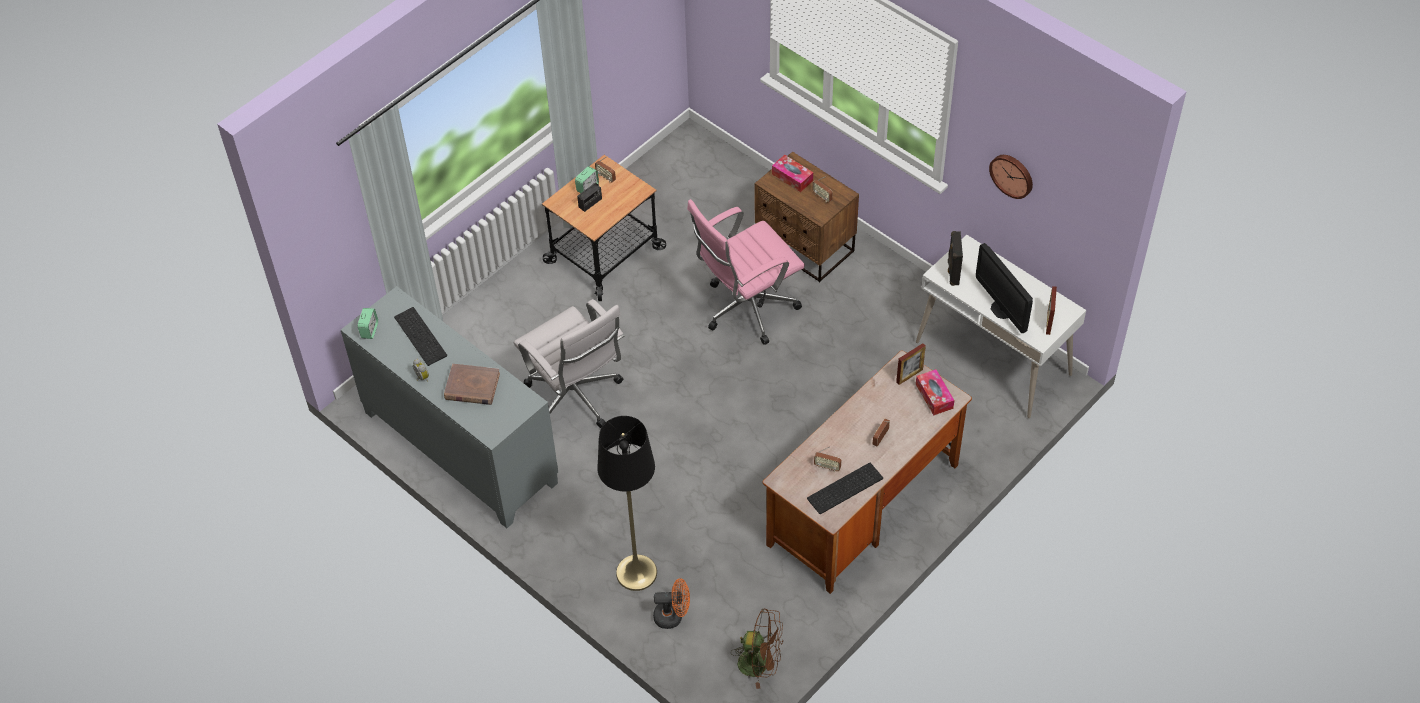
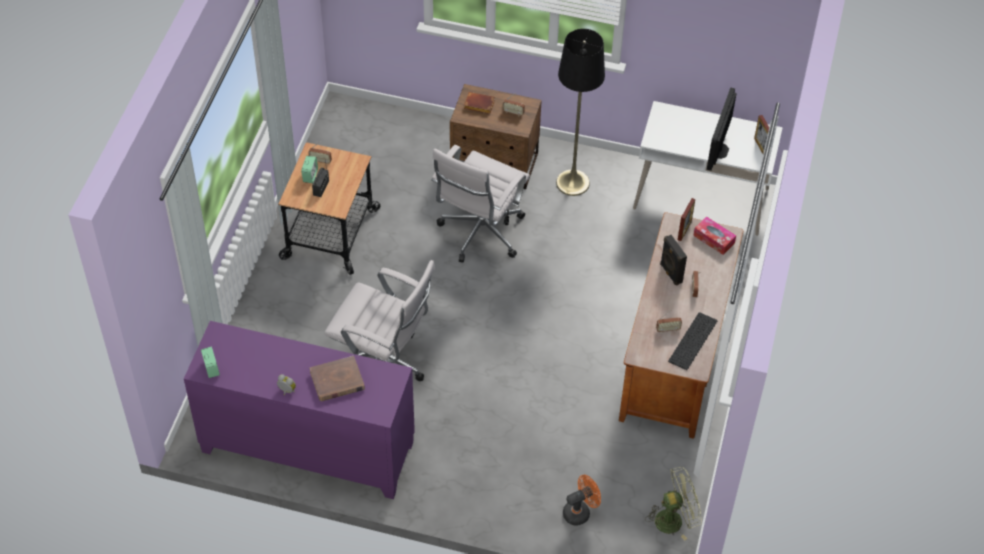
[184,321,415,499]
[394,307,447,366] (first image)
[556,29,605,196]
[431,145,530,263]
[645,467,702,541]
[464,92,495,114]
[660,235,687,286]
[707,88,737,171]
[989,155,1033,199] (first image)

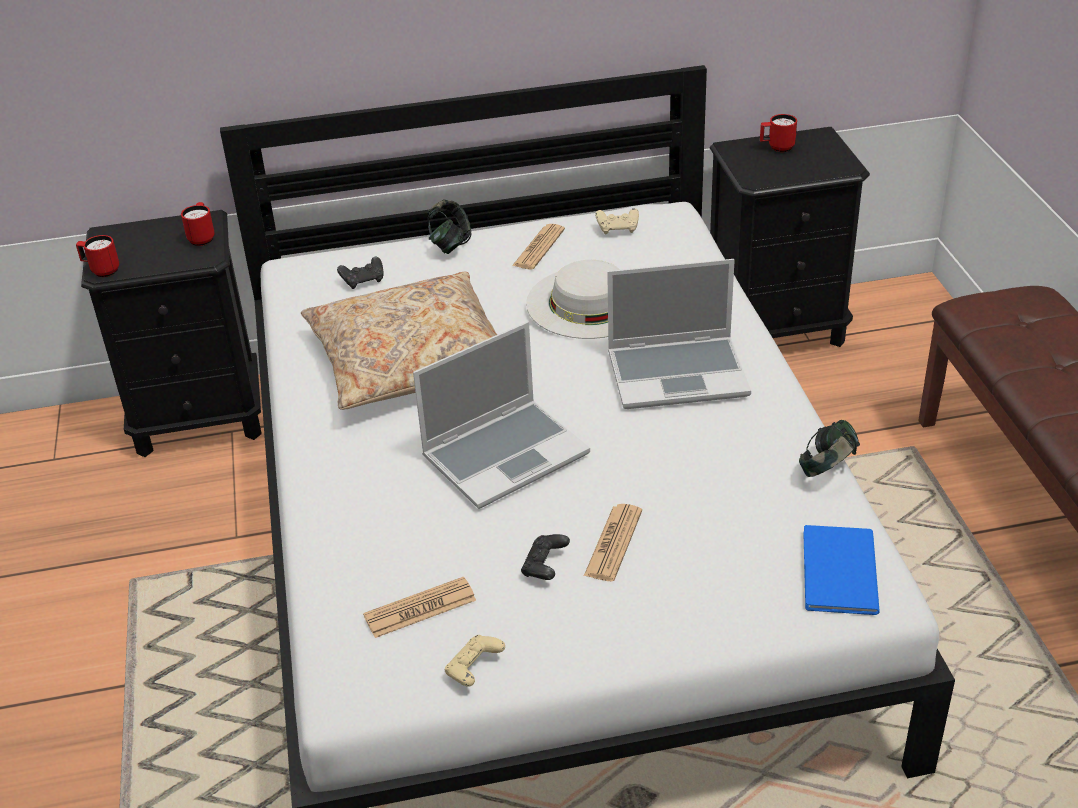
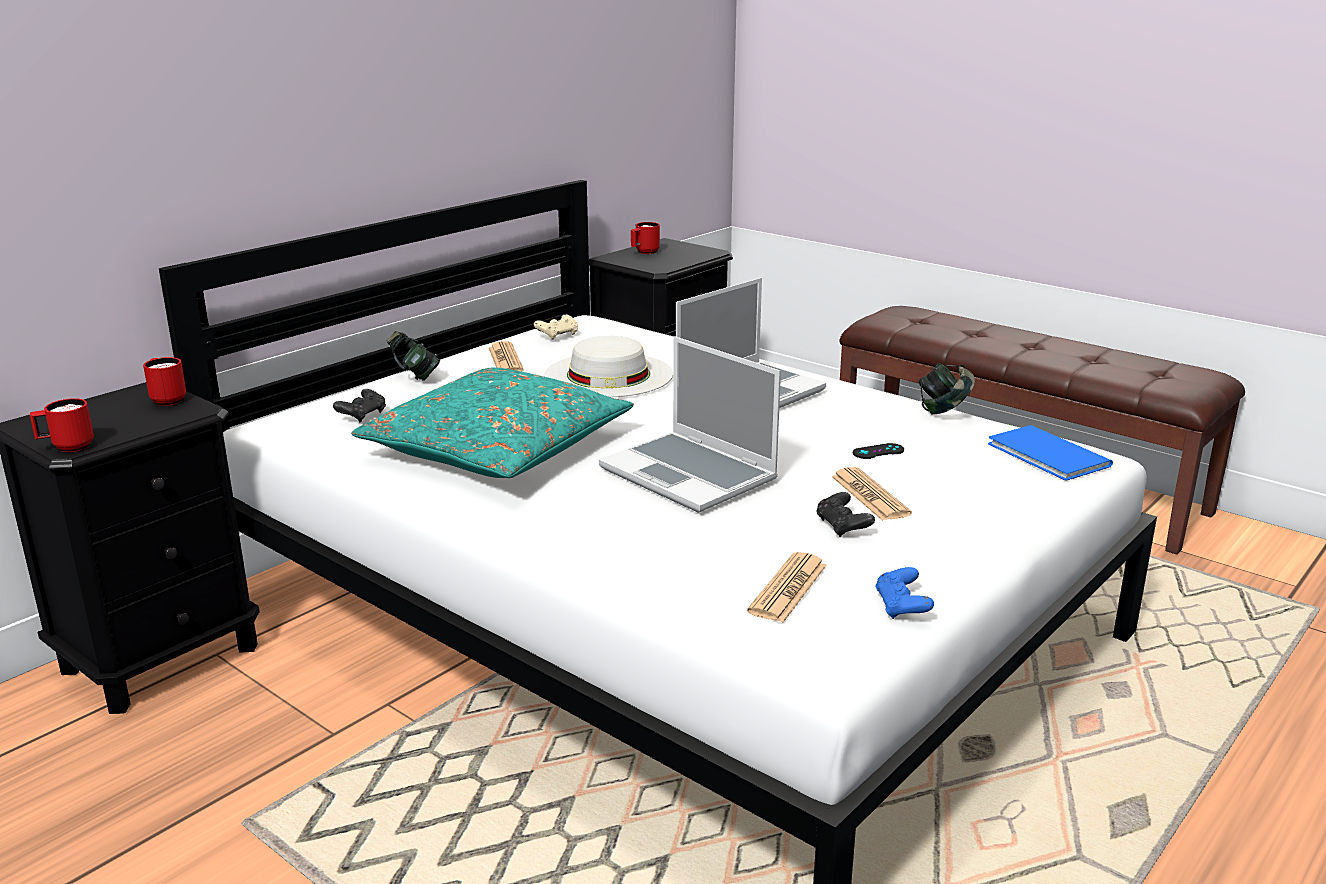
[351,367,634,478]
[599,336,781,513]
[875,567,934,619]
[853,443,904,459]

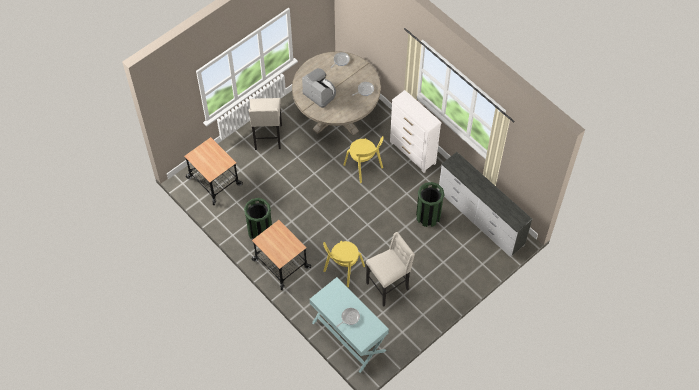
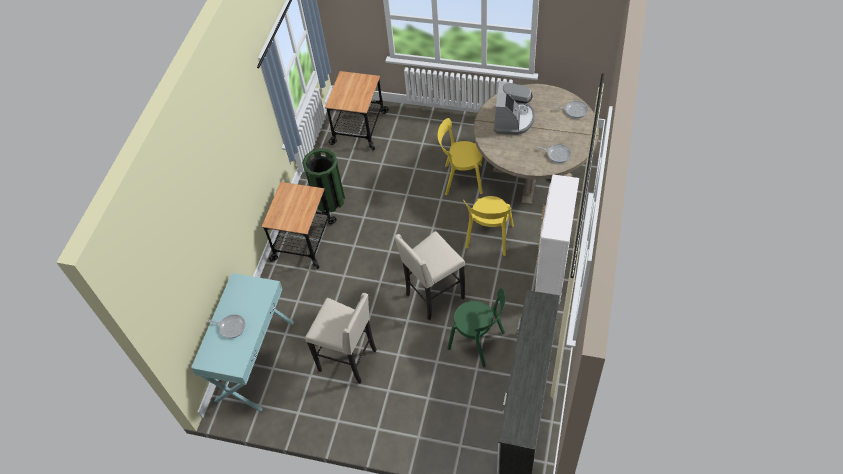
[394,231,465,320]
[438,118,483,195]
[447,288,505,367]

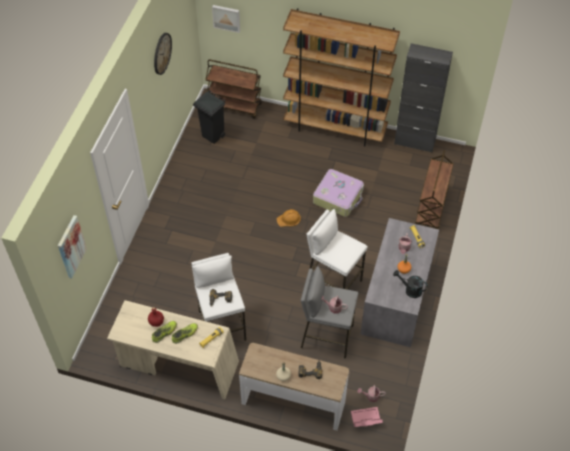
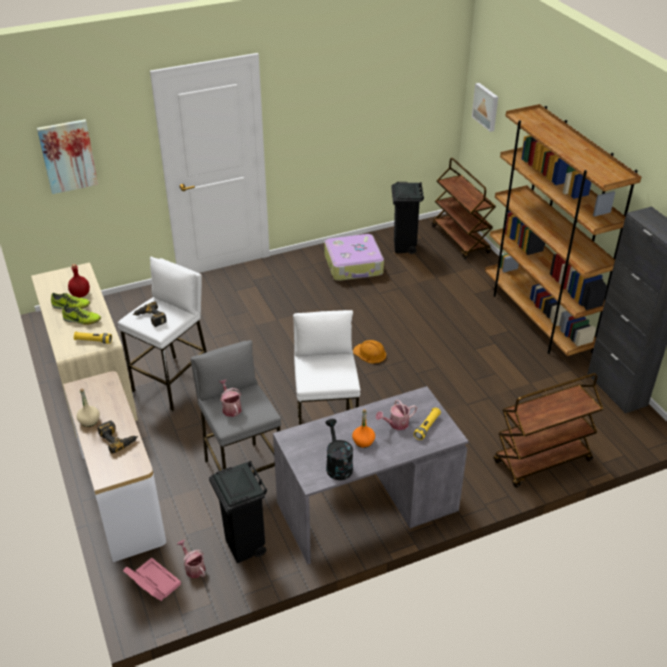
[154,33,172,75] (first image)
[324,234,384,281]
[209,461,267,563]

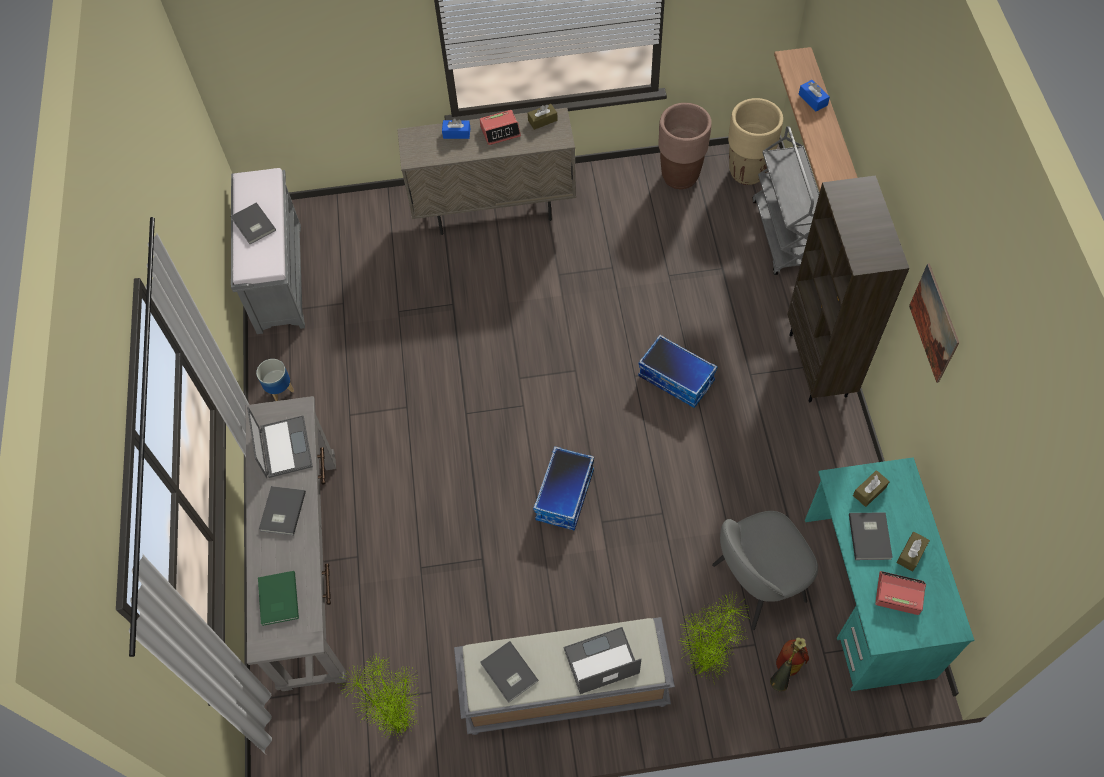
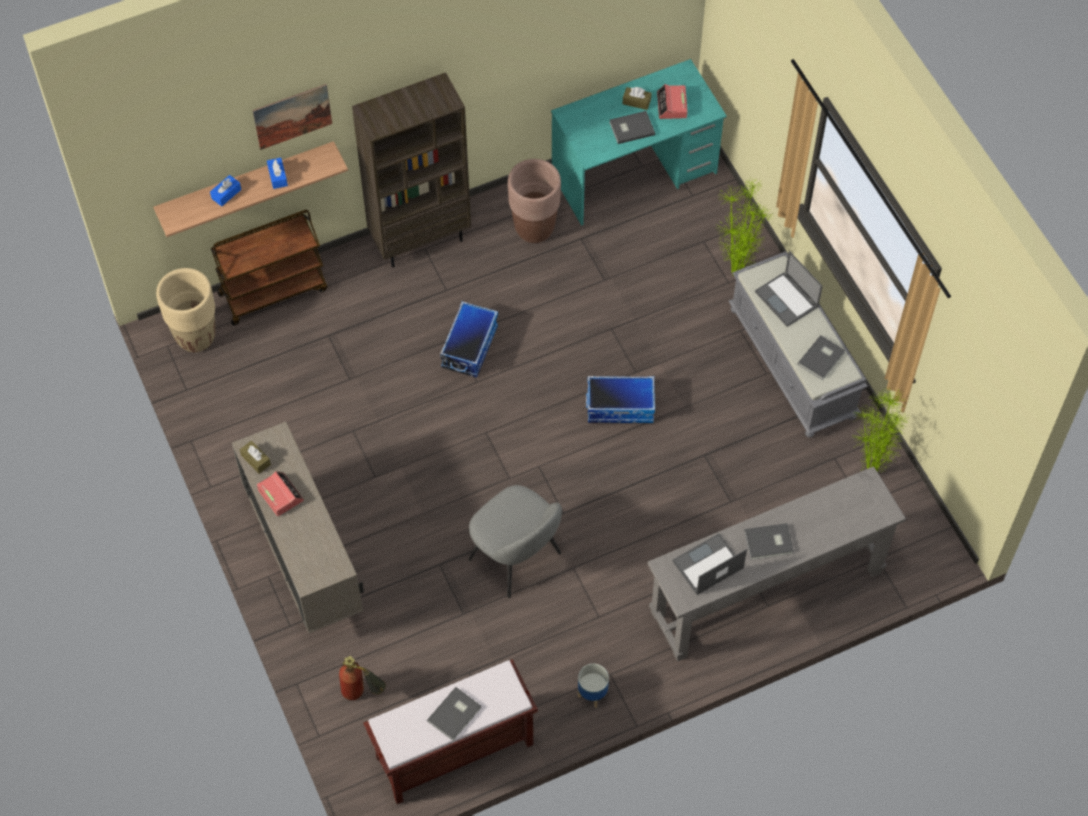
[364,659,538,804]
[258,571,299,626] (first image)
[267,158,288,189]
[508,159,561,243]
[469,485,562,598]
[211,210,328,325]
[339,656,386,700]
[853,470,890,507] (first image)
[252,84,332,150]

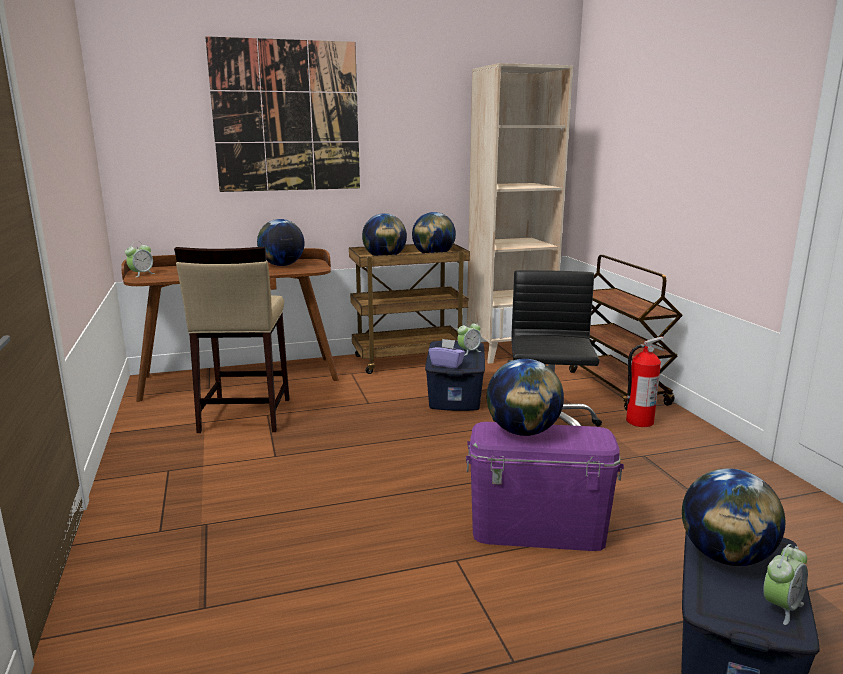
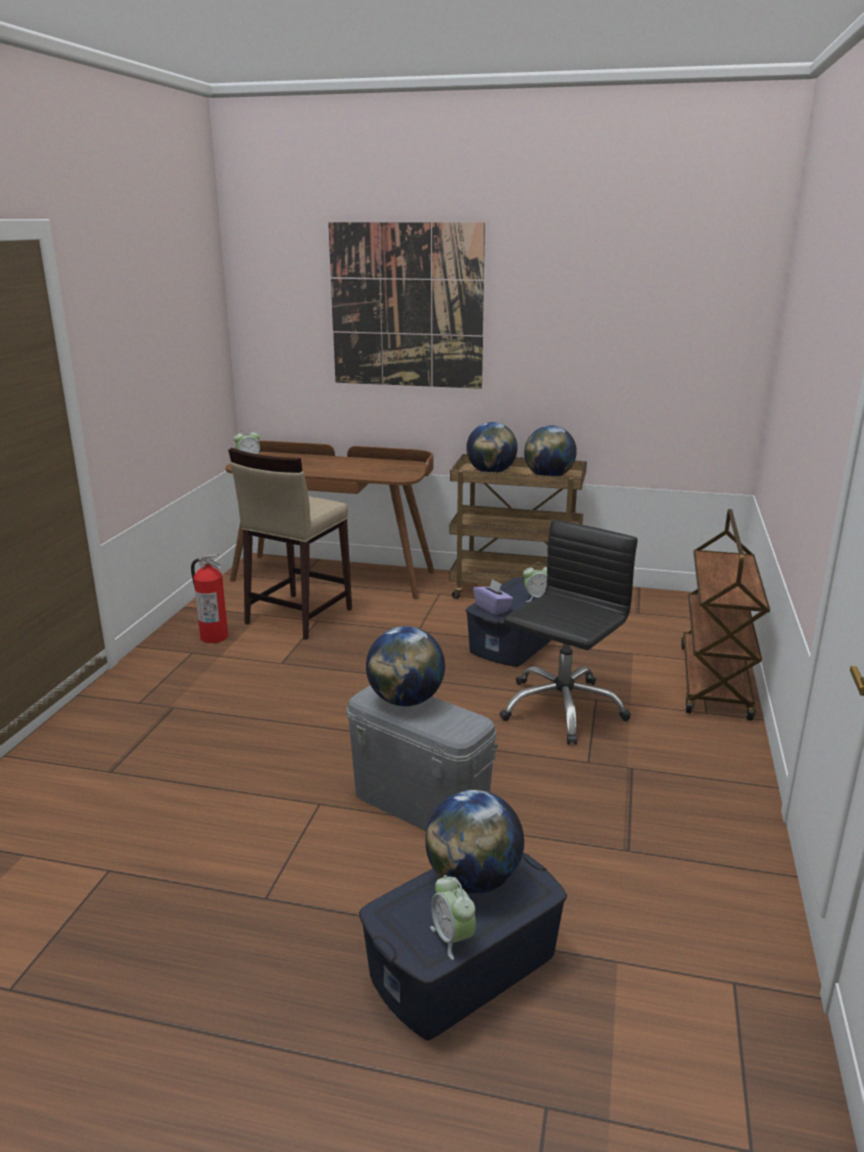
[257,219,304,266] (first image)
[347,685,498,831]
[467,63,573,364] (first image)
[191,554,228,643]
[430,875,476,960]

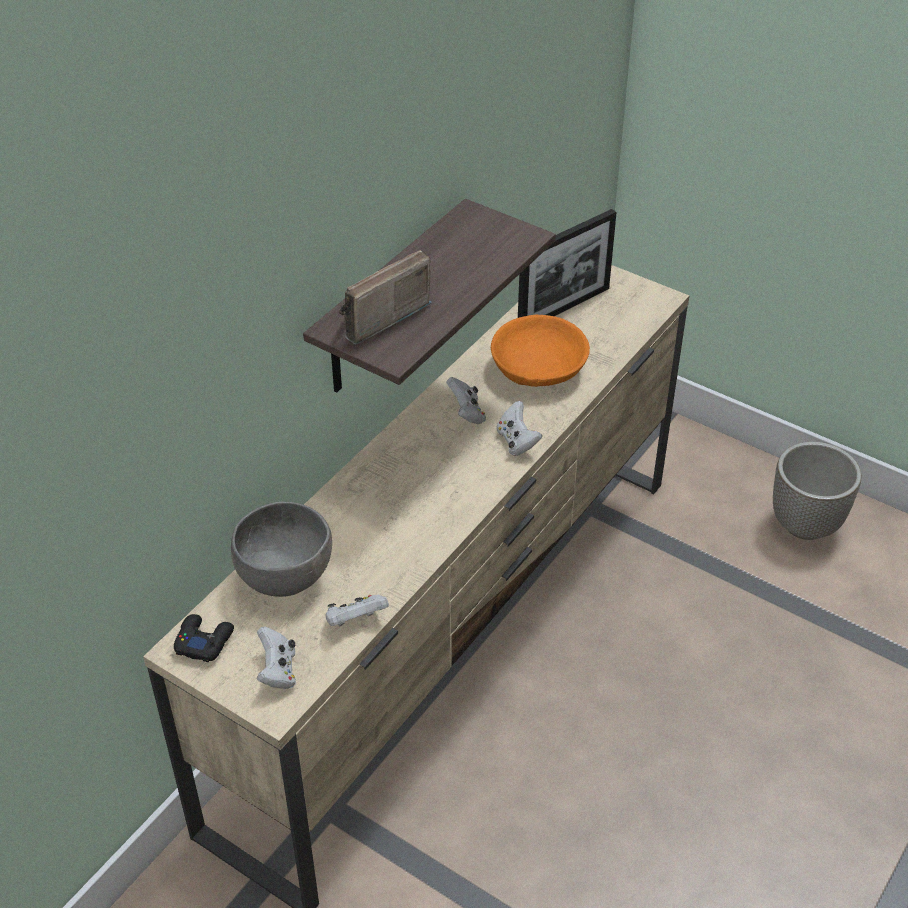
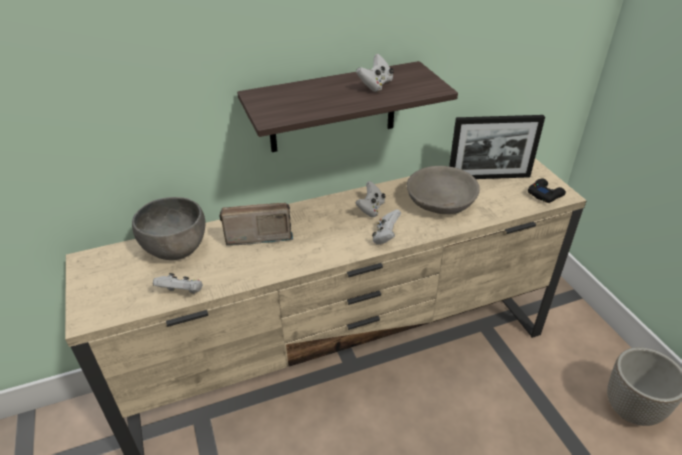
[528,178,566,203]
[356,54,394,92]
[219,203,293,245]
[407,166,480,214]

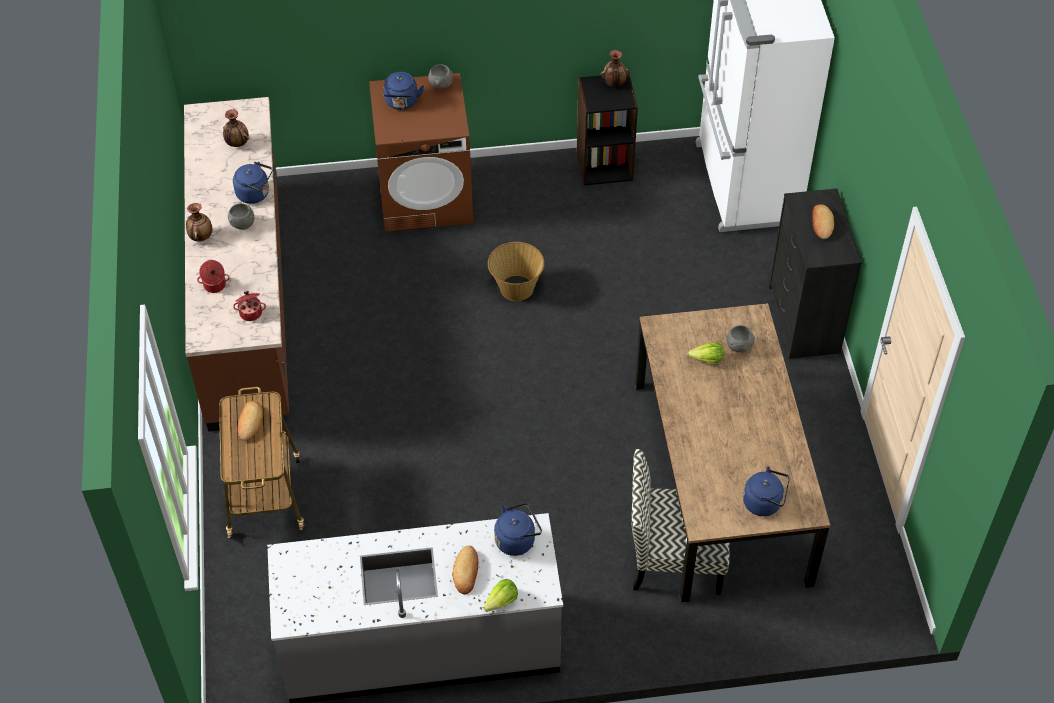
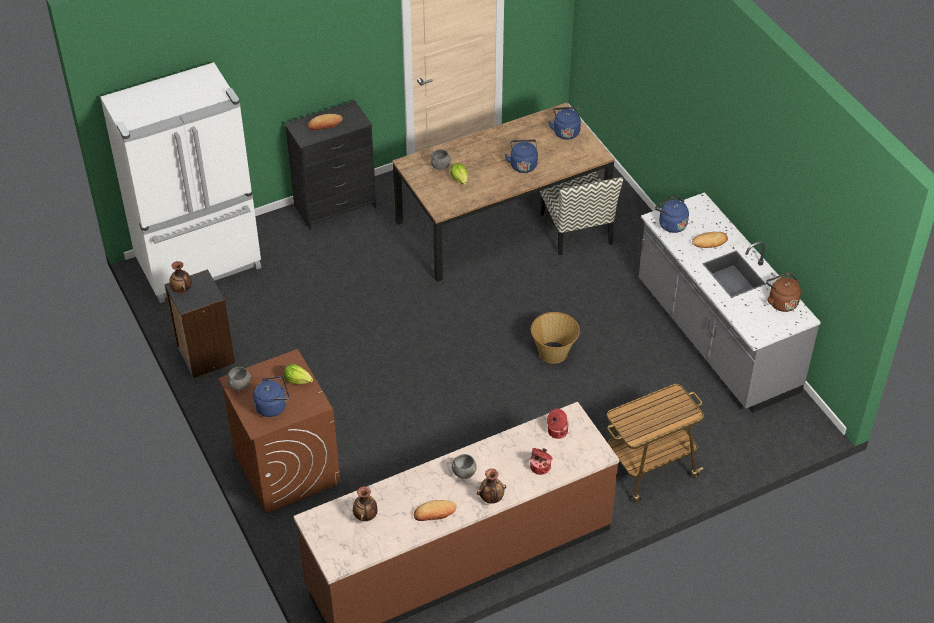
[505,140,538,173]
[414,500,457,521]
[283,364,313,384]
[531,312,580,364]
[766,272,801,312]

